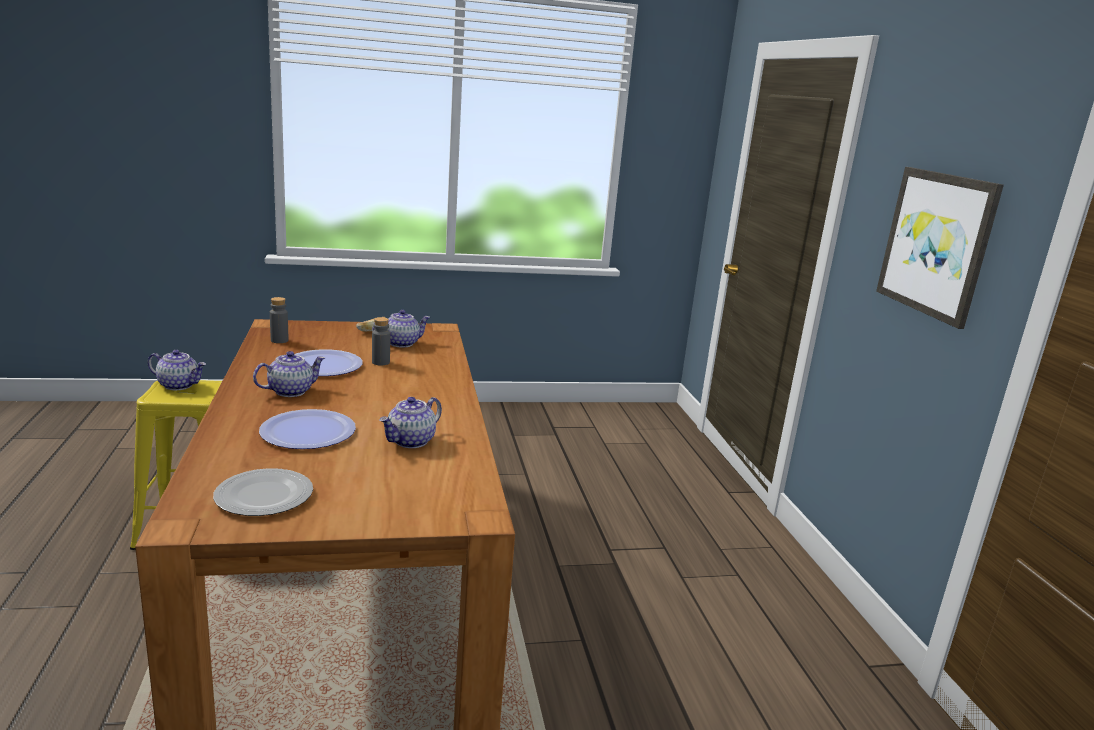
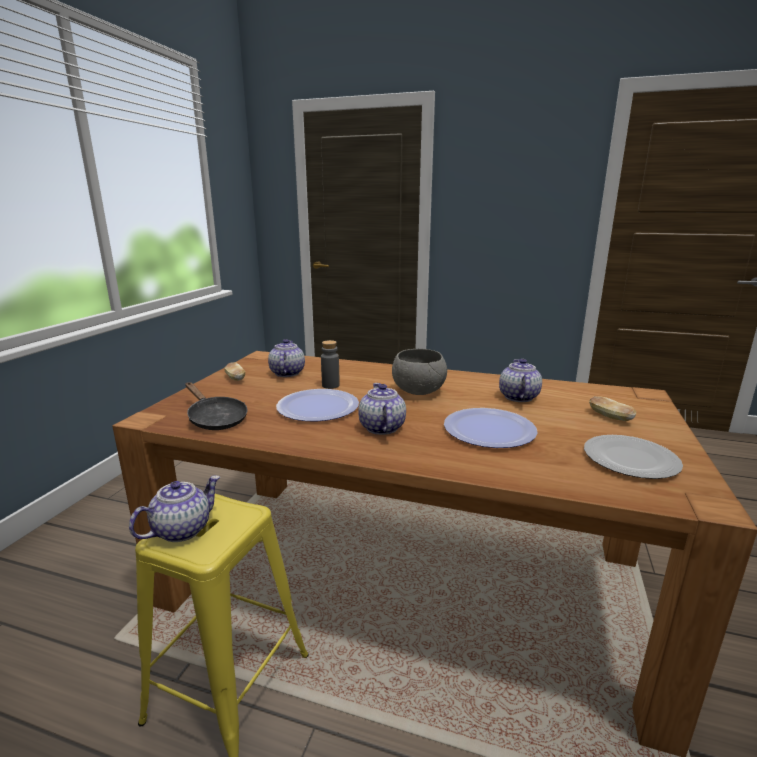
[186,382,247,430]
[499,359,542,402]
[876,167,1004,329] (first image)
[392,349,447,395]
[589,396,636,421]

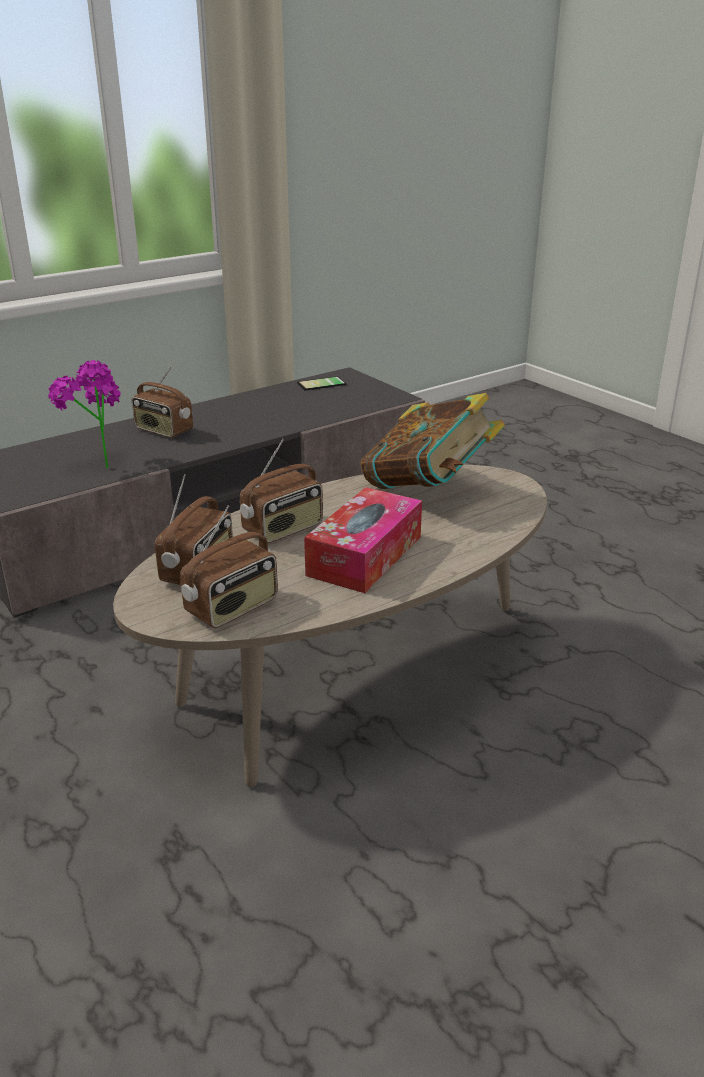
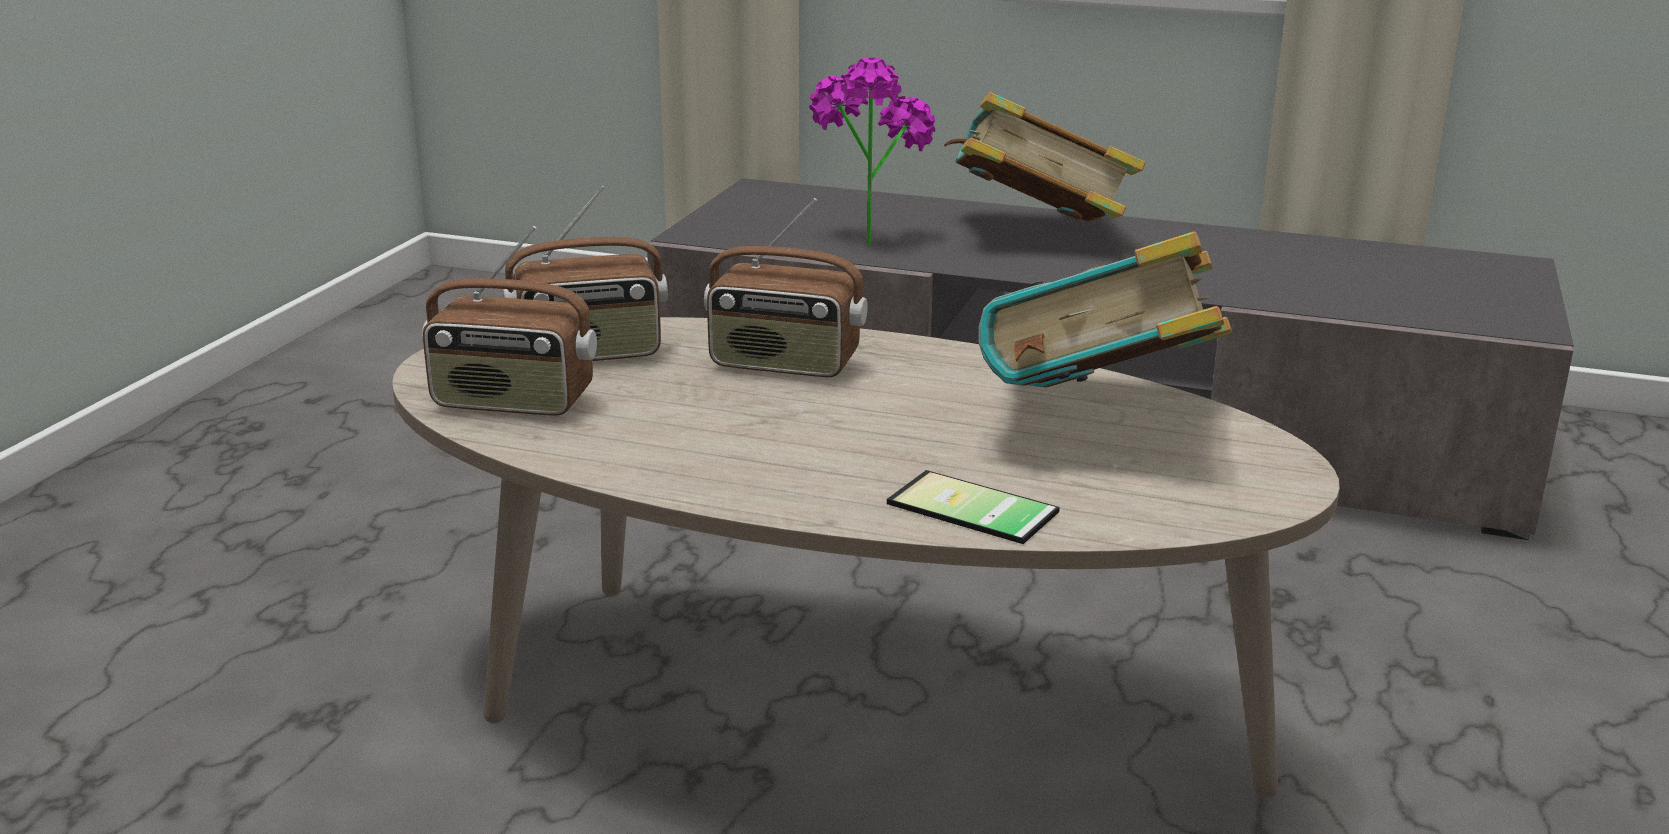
[944,92,1145,222]
[887,470,1060,544]
[304,487,422,593] (first image)

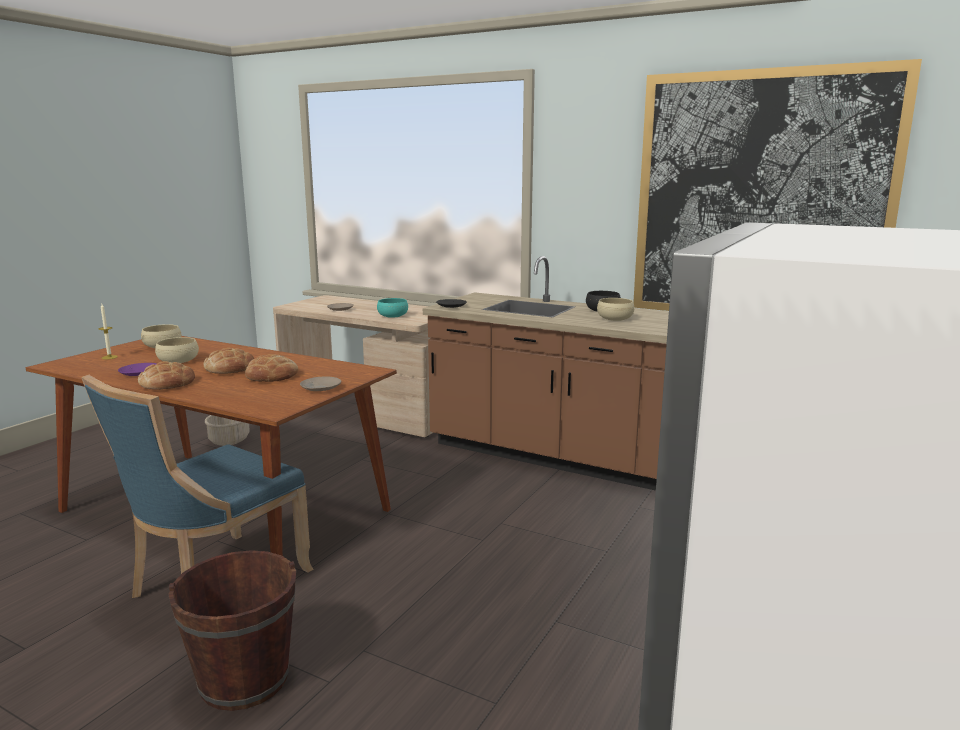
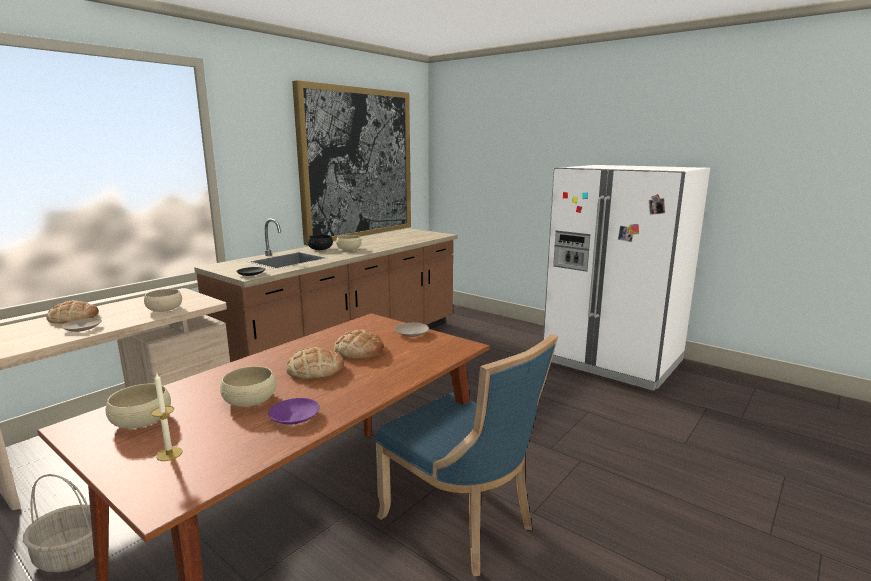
[46,300,99,324]
[168,550,296,711] (first image)
[144,289,182,312]

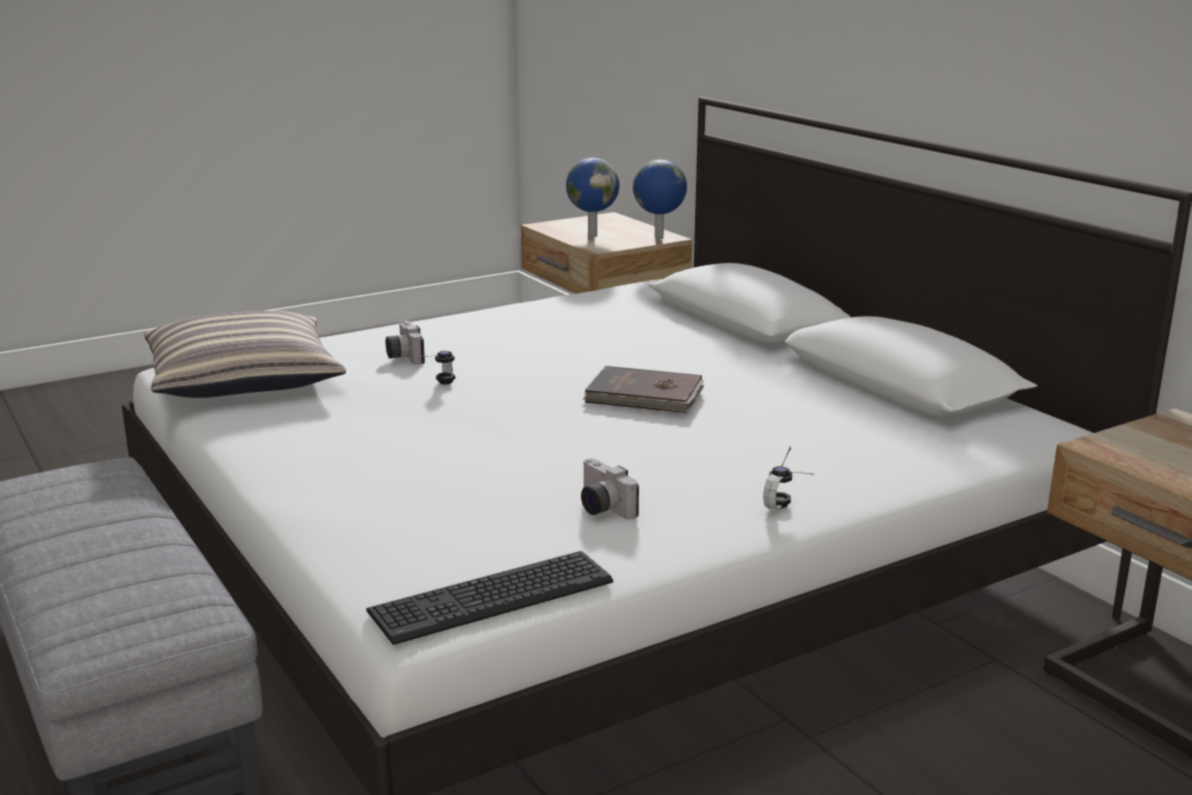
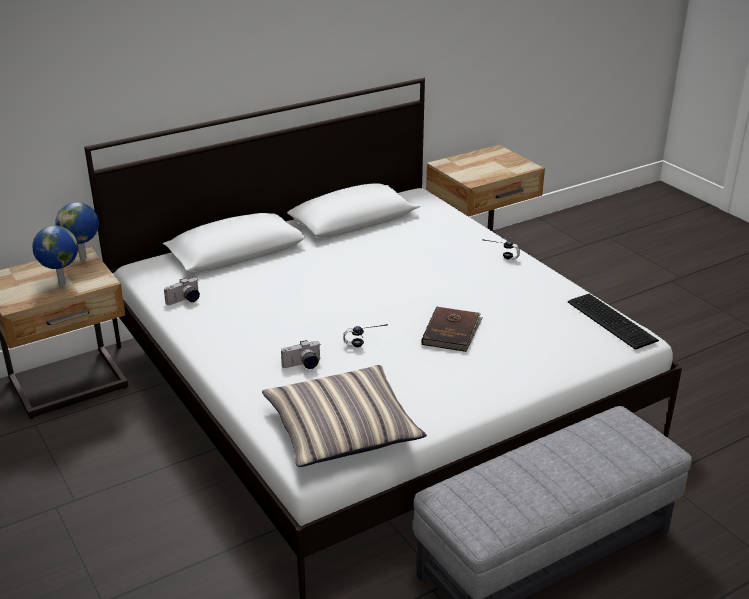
[164,278,200,305]
[421,306,483,352]

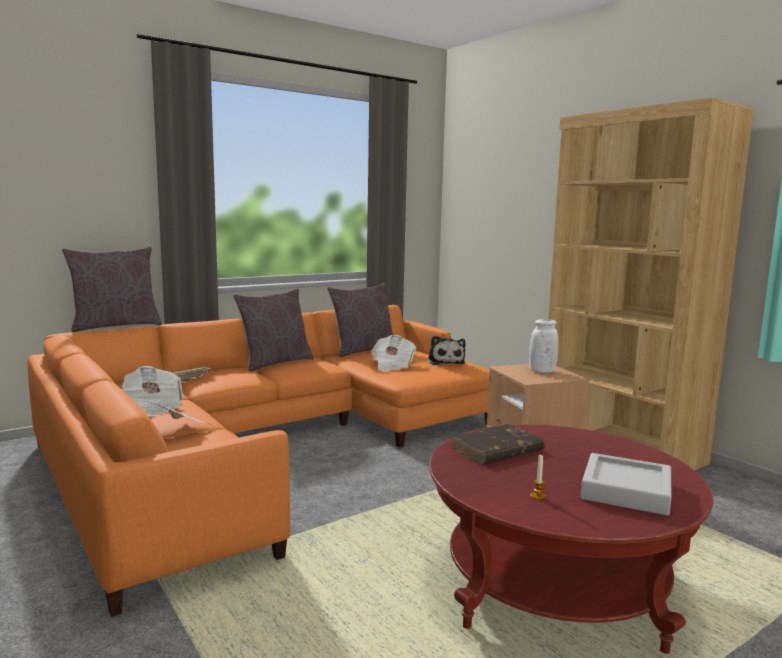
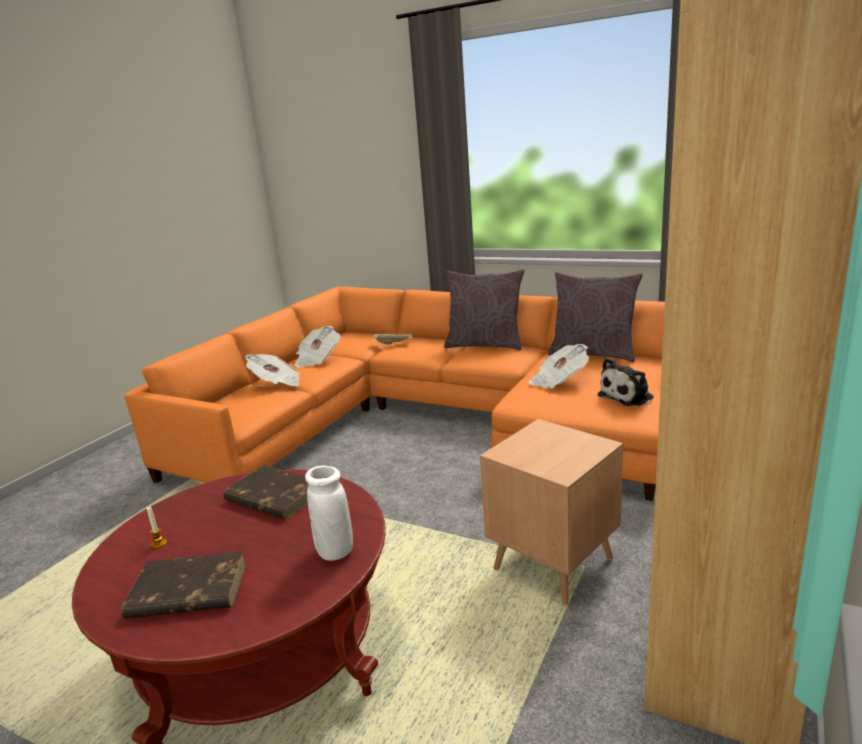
[62,247,162,332] (first image)
[305,465,353,561]
[122,551,247,619]

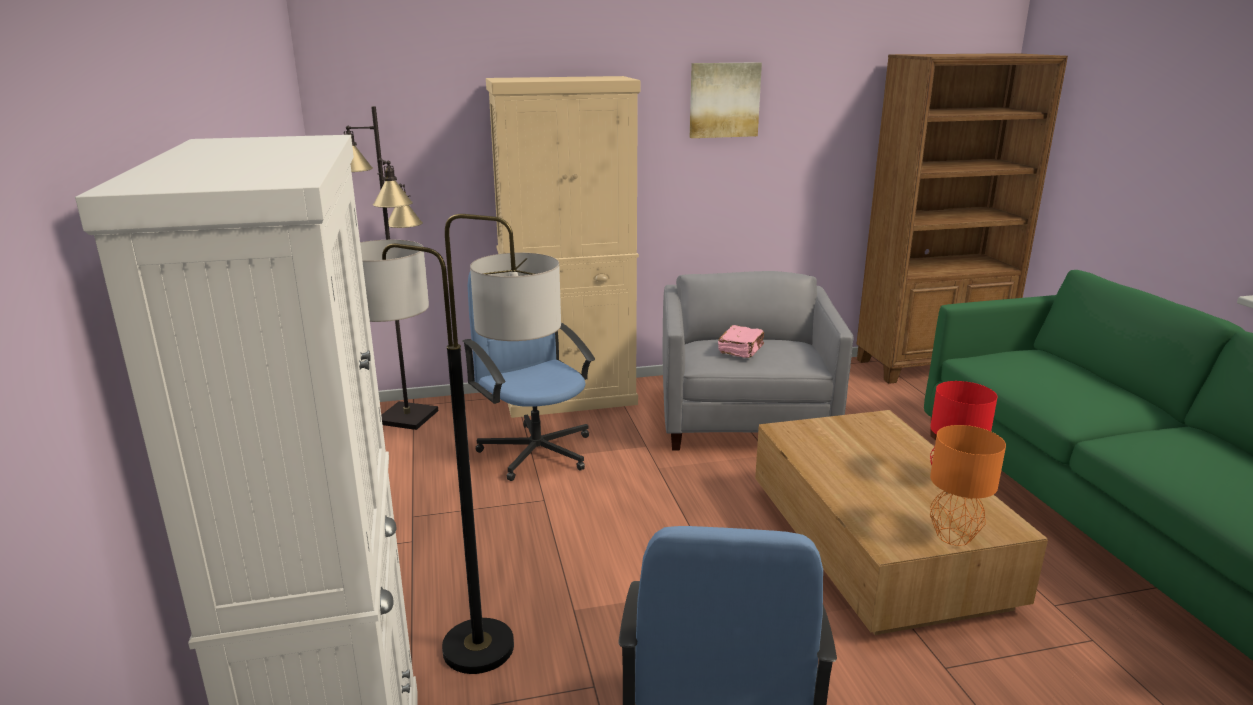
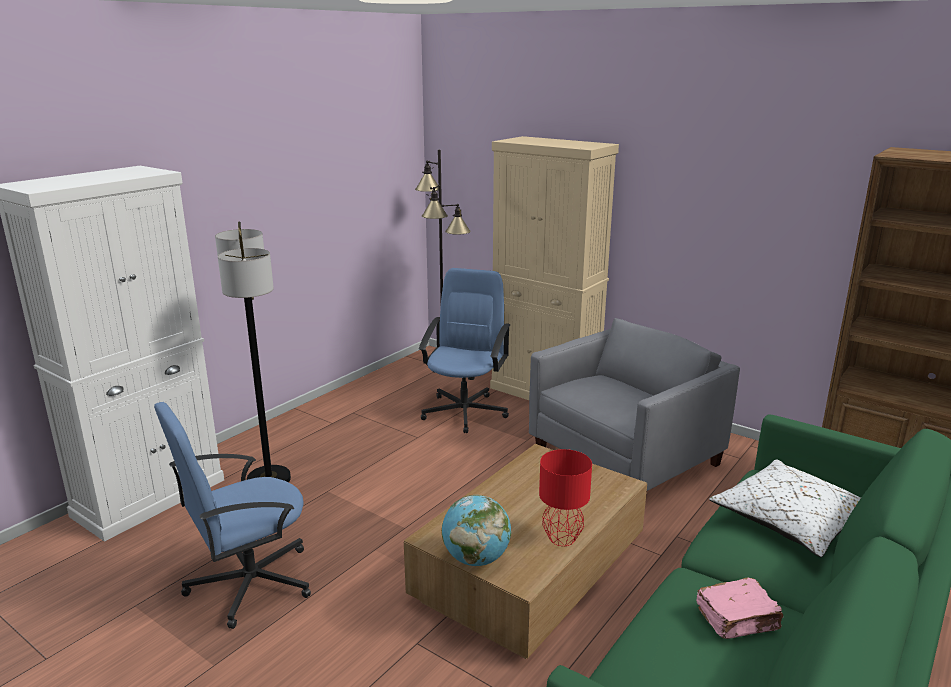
[690,62,762,138] (first image)
[696,578,784,639]
[442,495,511,566]
[709,460,861,557]

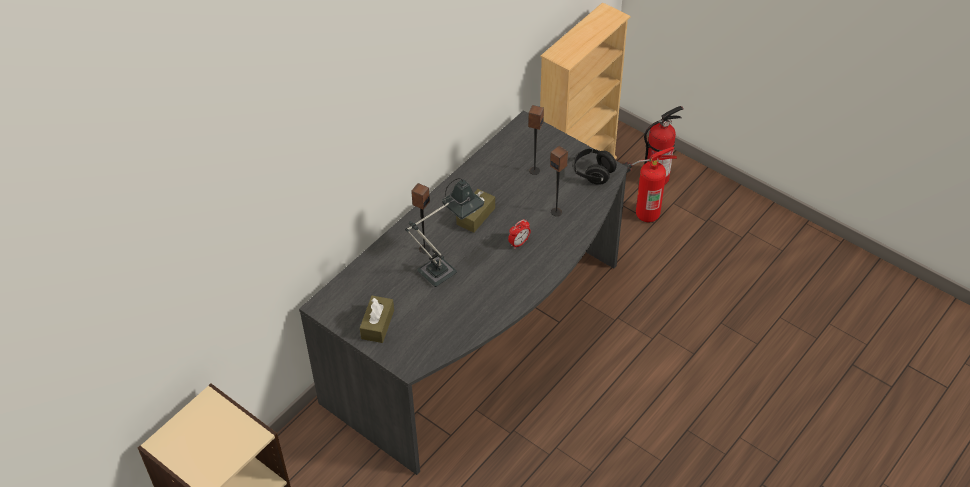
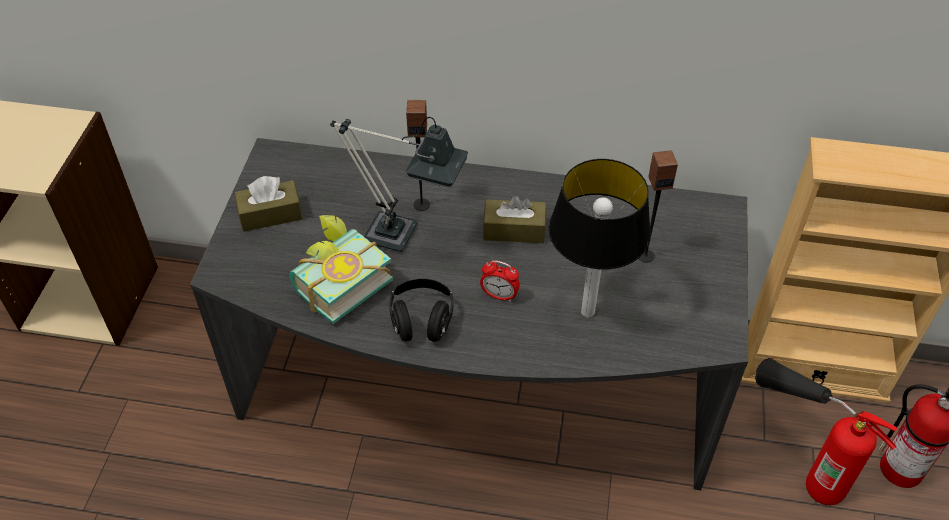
[549,159,651,318]
[389,279,453,342]
[289,215,393,324]

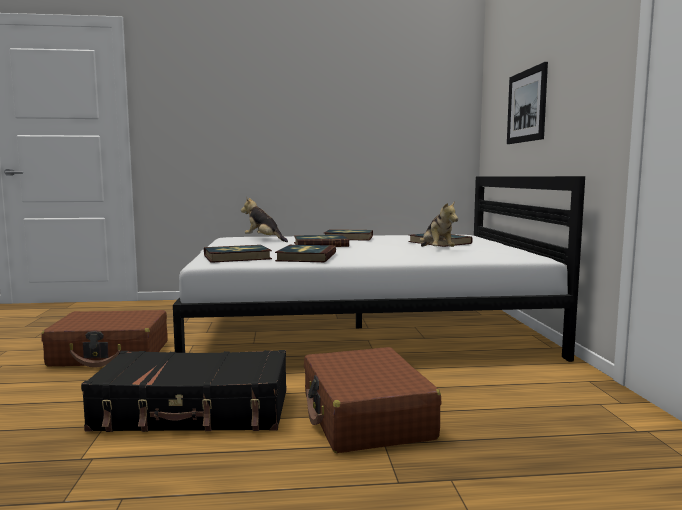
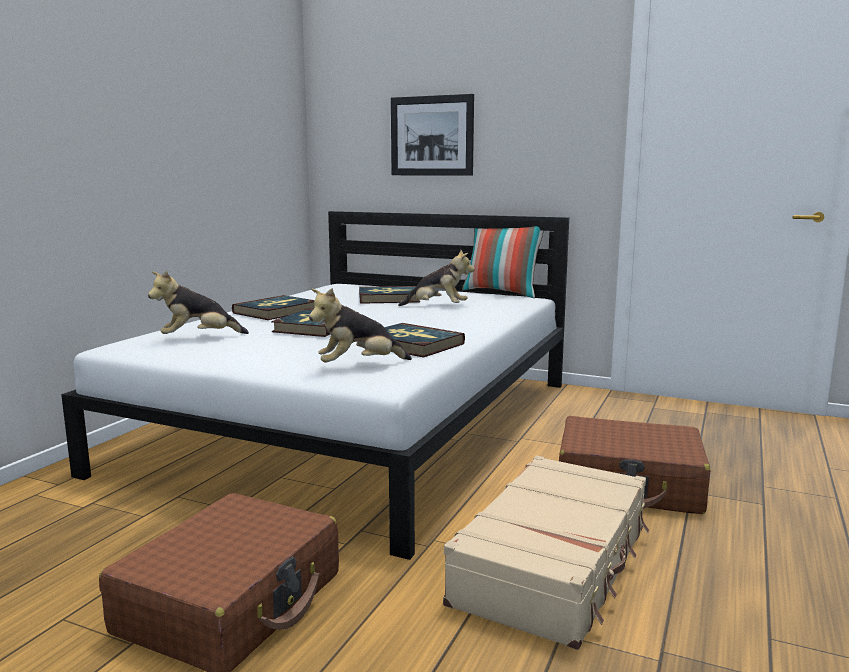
[443,456,649,650]
[309,288,412,362]
[462,226,544,298]

